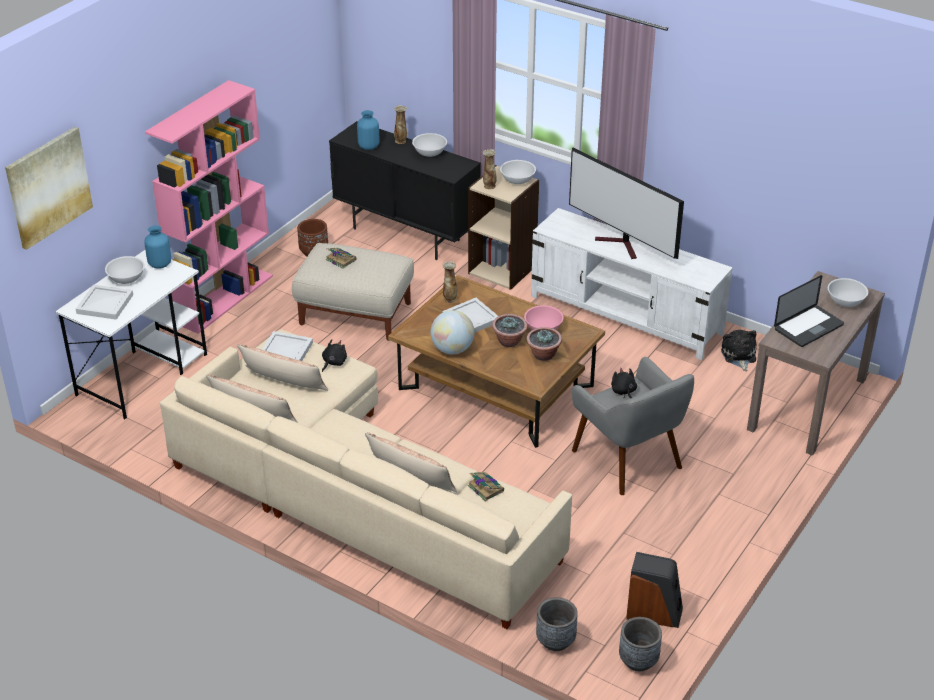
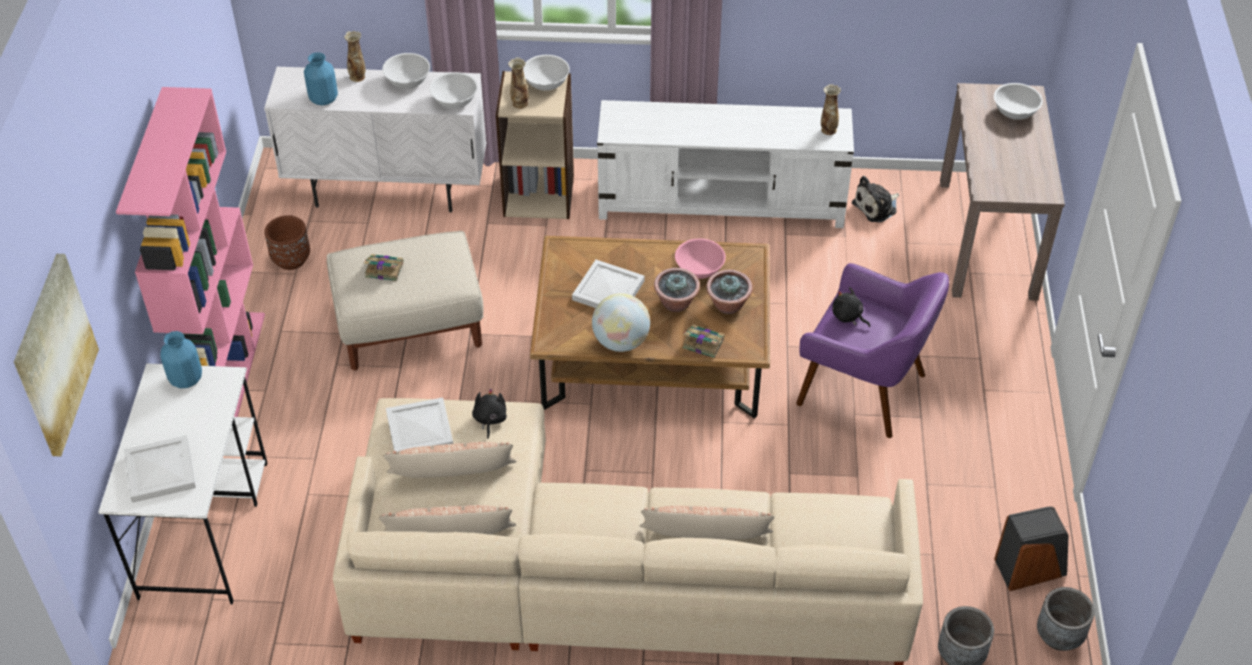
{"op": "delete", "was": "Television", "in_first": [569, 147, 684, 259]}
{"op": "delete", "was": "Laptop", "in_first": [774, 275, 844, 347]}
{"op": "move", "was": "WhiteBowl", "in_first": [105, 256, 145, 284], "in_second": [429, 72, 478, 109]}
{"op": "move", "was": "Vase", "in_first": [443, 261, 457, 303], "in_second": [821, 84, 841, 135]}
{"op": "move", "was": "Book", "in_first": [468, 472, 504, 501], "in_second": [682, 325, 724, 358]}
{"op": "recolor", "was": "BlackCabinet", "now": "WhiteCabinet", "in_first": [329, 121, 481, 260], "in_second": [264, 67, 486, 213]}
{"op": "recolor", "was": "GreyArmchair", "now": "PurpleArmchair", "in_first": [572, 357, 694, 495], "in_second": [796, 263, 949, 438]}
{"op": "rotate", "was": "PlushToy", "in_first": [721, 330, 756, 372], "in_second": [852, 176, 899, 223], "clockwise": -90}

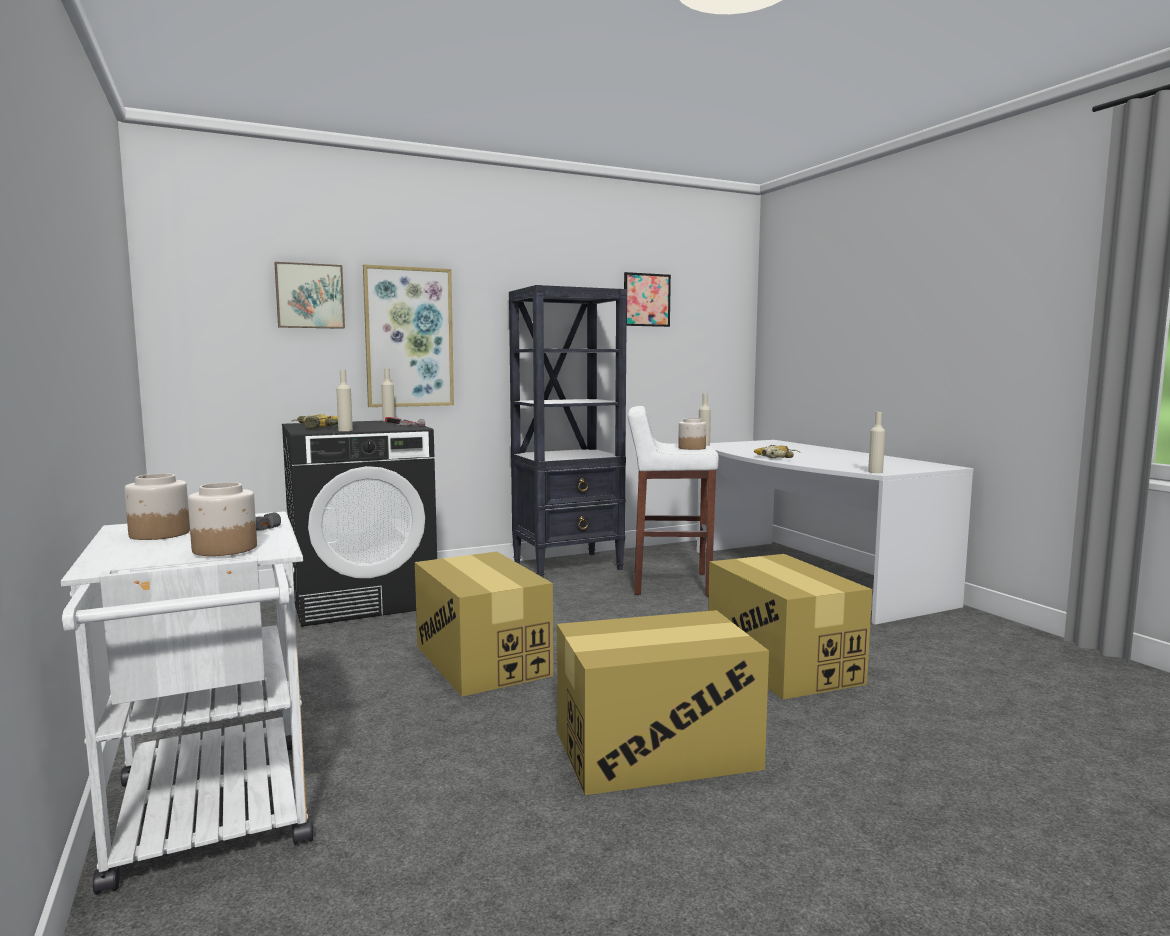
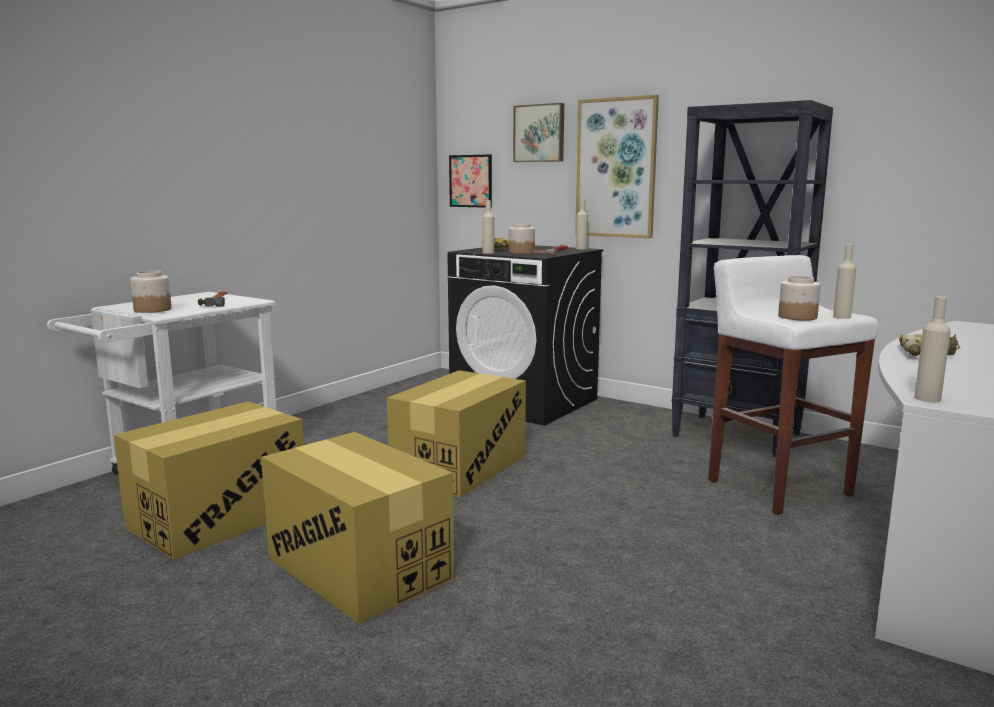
{"op": "move", "was": "Jar", "in_first": [124, 473, 190, 540], "in_second": [509, 223, 535, 254]}
{"op": "move", "was": "Picture", "in_first": [624, 272, 671, 327], "in_second": [449, 155, 492, 208]}
{"op": "move", "was": "CardboardBox", "in_first": [708, 554, 872, 699], "in_second": [114, 401, 303, 560]}

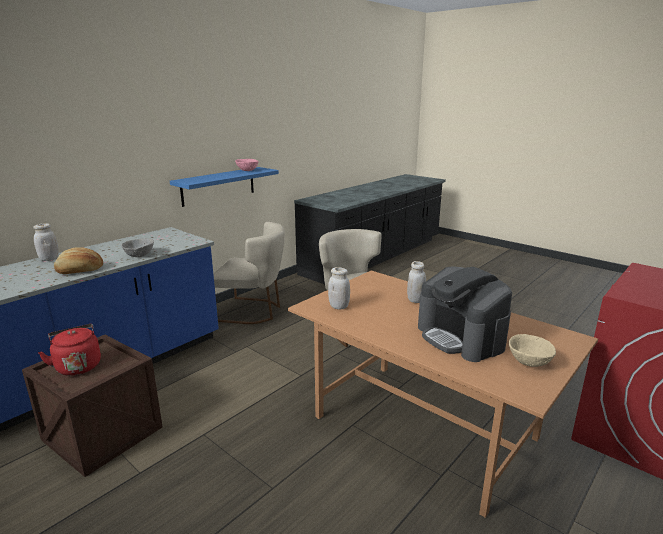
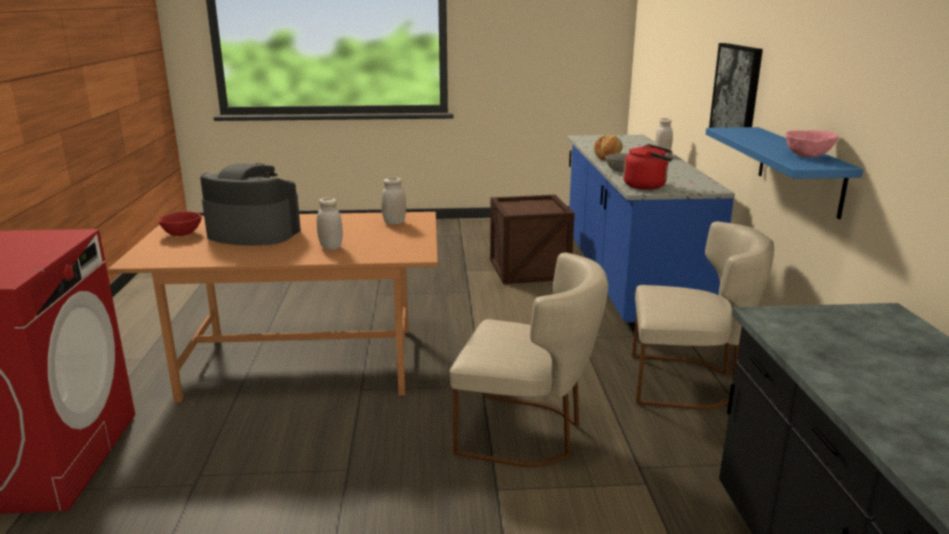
{"op": "insert", "now": "Picture", "in_second": [709, 43, 763, 128]}
{"op": "move", "was": "RedKettle", "in_first": [38, 324, 101, 376], "in_second": [623, 144, 673, 190]}
{"op": "recolor", "was": "BeigeBowl", "now": "RedBowl", "in_first": [509, 334, 556, 367], "in_second": [158, 211, 202, 236]}
{"op": "rotate", "was": "BeigeChair", "in_first": [213, 222, 285, 324], "in_second": [632, 221, 774, 409], "clockwise": -135}

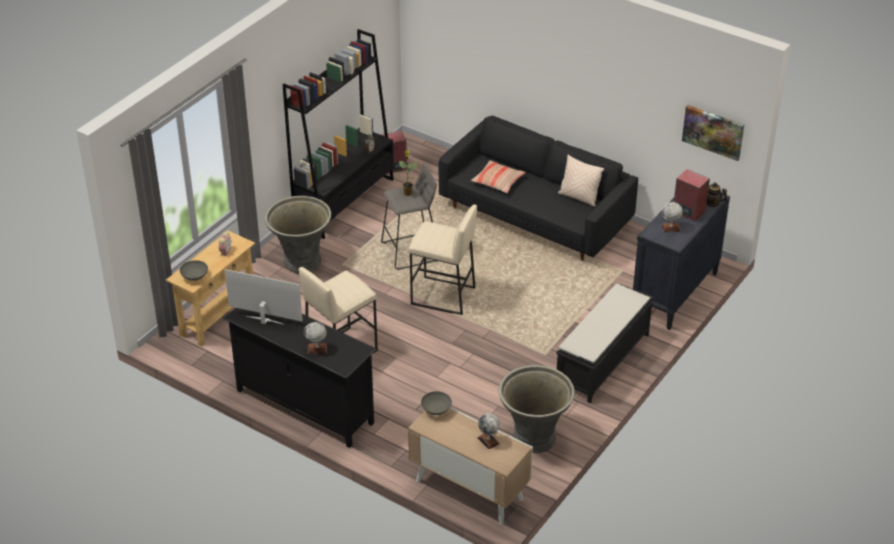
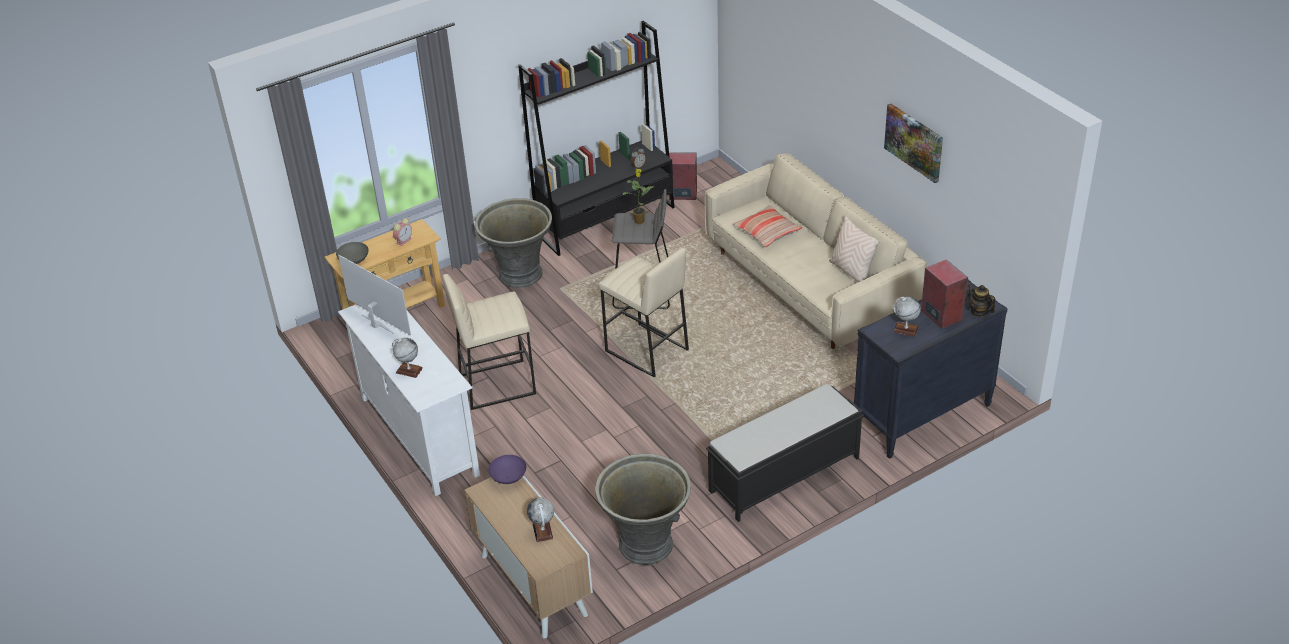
{"op": "move", "was": "Picture", "in_first": [682, 105, 744, 161], "in_second": [884, 104, 943, 183]}
{"op": "recolor", "was": "BlackTvStand", "now": "WhiteTvStand", "in_first": [223, 308, 377, 448], "in_second": [338, 304, 480, 496]}
{"op": "recolor", "was": "GreyBowl", "now": "PurpleBowl", "in_first": [421, 391, 452, 415], "in_second": [488, 455, 526, 484]}
{"op": "recolor", "was": "BlackSofa", "now": "BeigeSofa", "in_first": [439, 116, 638, 261], "in_second": [705, 153, 928, 349]}

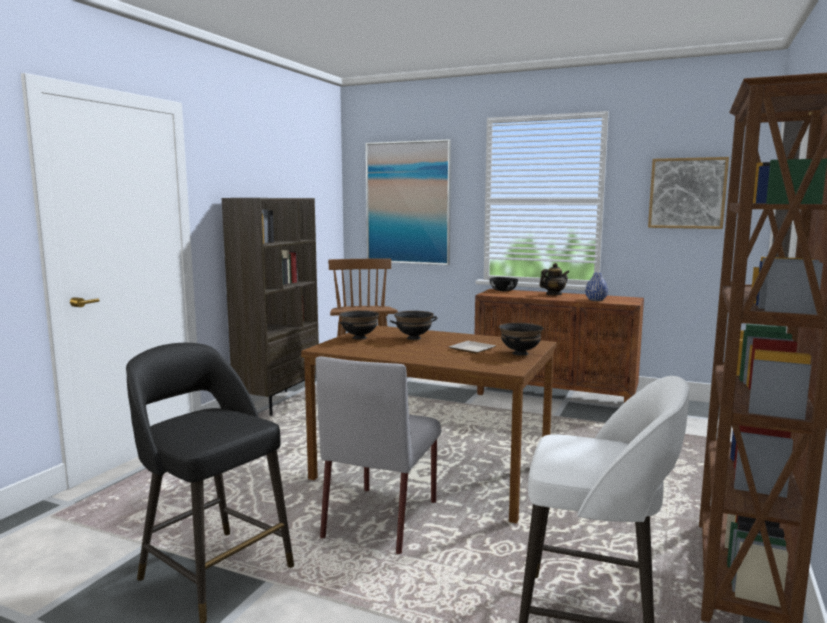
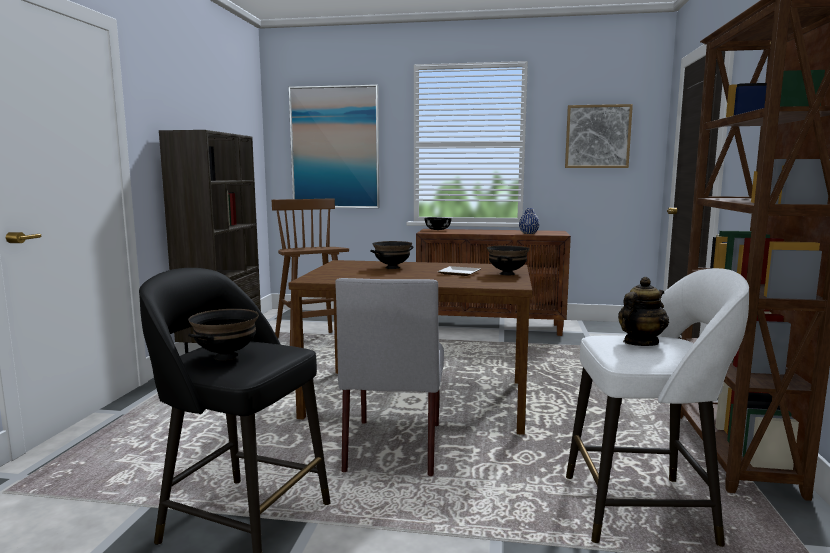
{"op": "move", "was": "BlackBowl", "in_first": [339, 310, 379, 340], "in_second": [188, 309, 259, 360]}
{"op": "move", "was": "Teapot", "in_first": [539, 263, 569, 295], "in_second": [618, 277, 669, 346]}

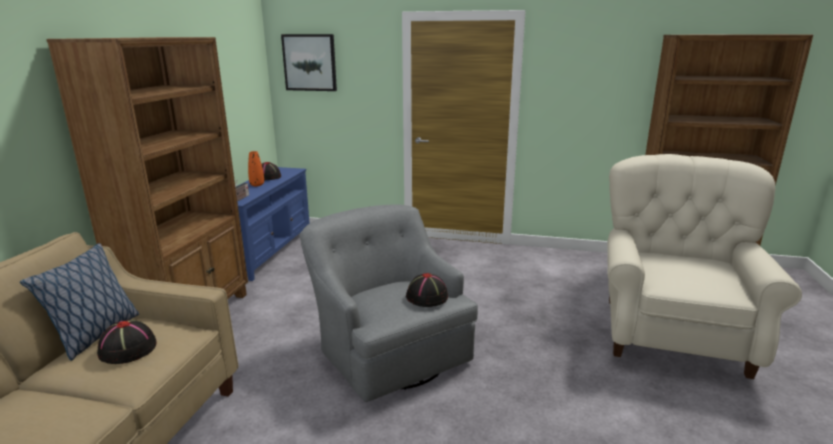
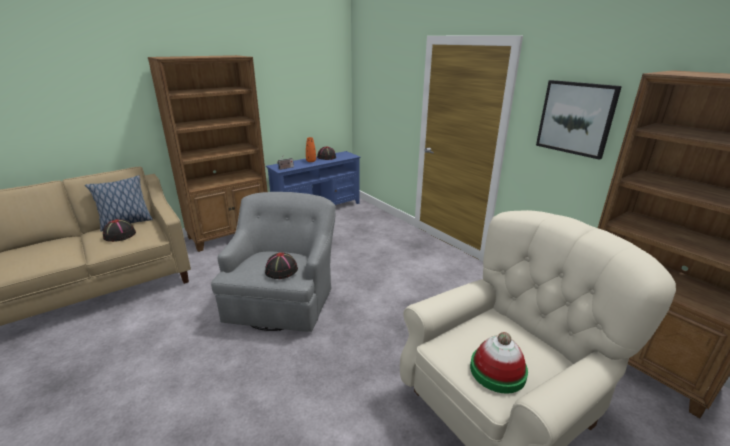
{"op": "insert", "now": "Hat", "in_second": [470, 332, 528, 394]}
{"op": "move", "was": "Picture", "in_first": [281, 34, 337, 91], "in_second": [536, 80, 622, 160]}

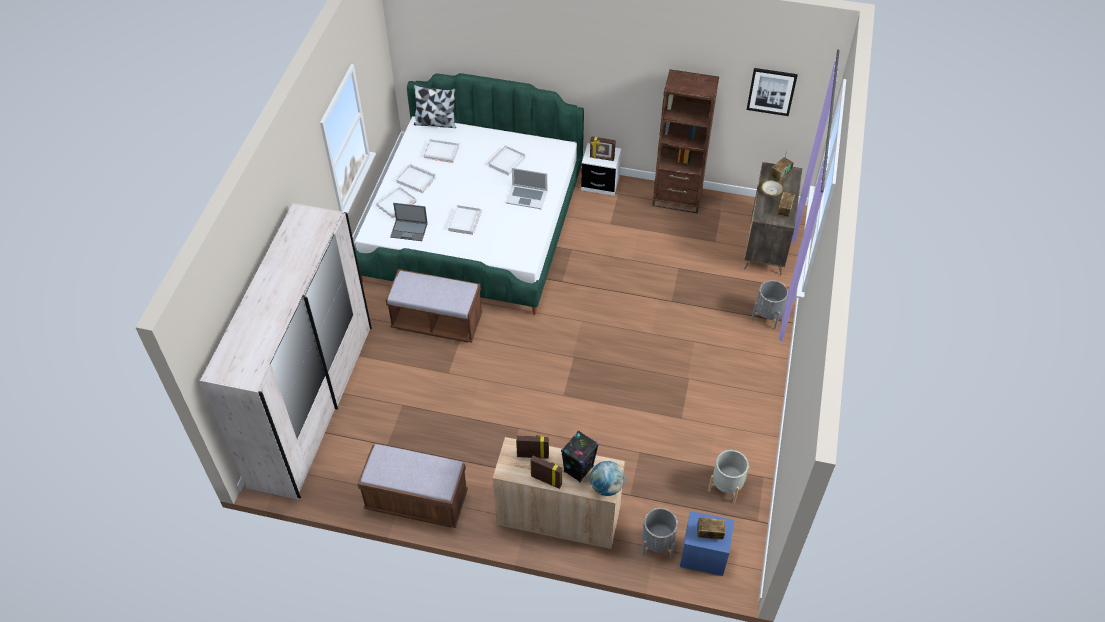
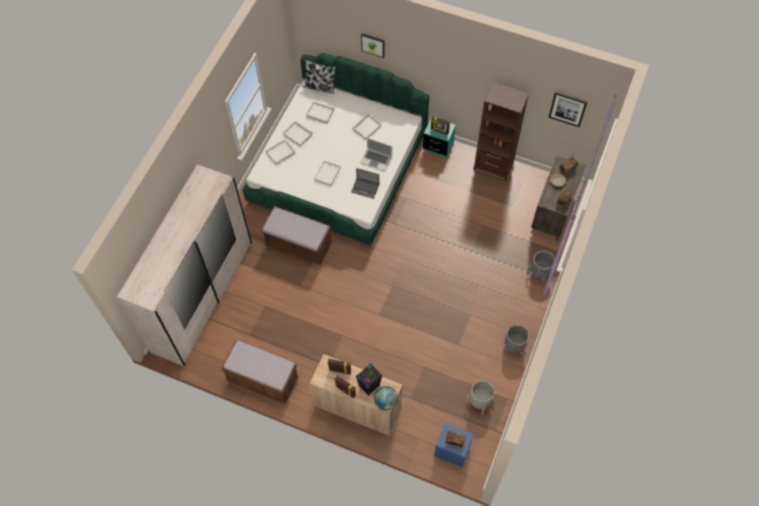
{"op": "insert", "now": "Picture", "in_second": [361, 33, 385, 58]}
{"op": "move", "was": "Laptop", "in_first": [390, 203, 428, 241], "in_second": [351, 168, 379, 199]}
{"op": "move", "was": "GreyPlanter", "in_first": [642, 508, 678, 559], "in_second": [503, 325, 529, 358]}
{"op": "recolor", "was": "WhiteNightstand", "now": "TurquoiseNightstand", "in_first": [581, 143, 621, 196], "in_second": [423, 117, 456, 158]}

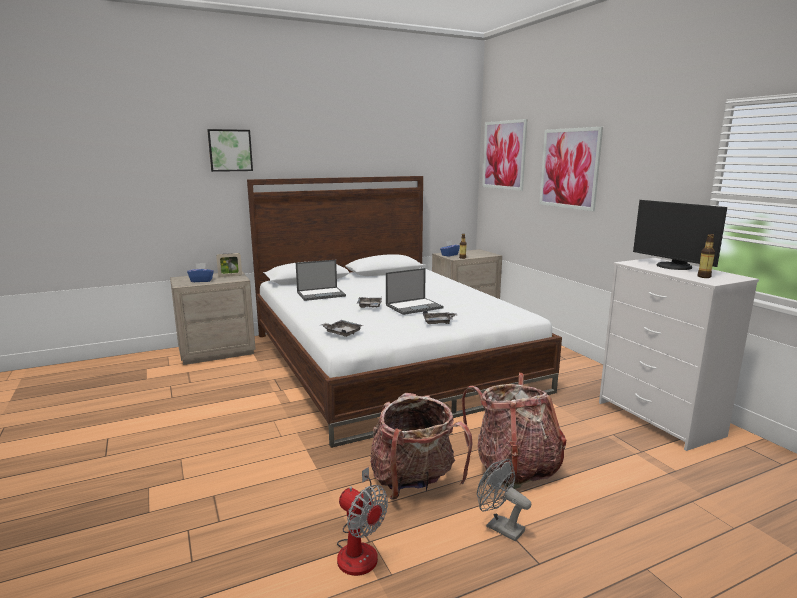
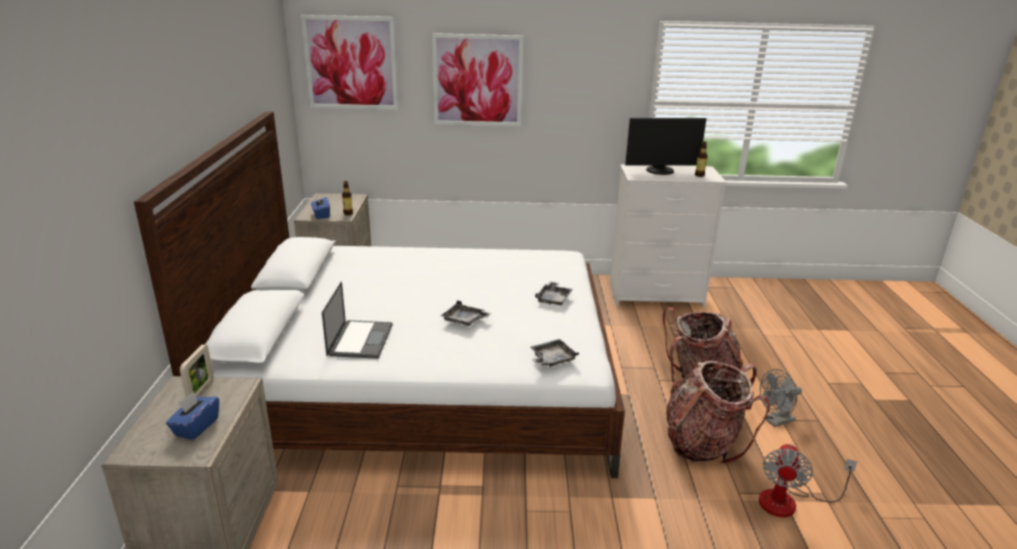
{"op": "delete", "was": "Picture", "in_first": [207, 129, 253, 172]}
{"op": "delete", "was": "Laptop", "in_first": [386, 268, 443, 315]}
{"op": "rotate", "was": "Fan", "in_first": [337, 467, 388, 576], "in_second": [759, 444, 857, 517], "clockwise": 135}

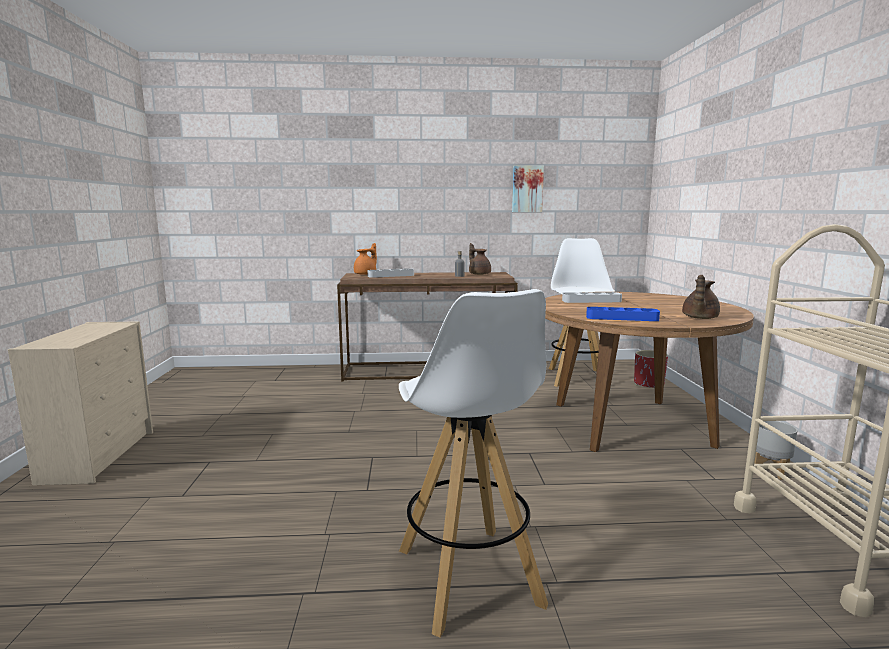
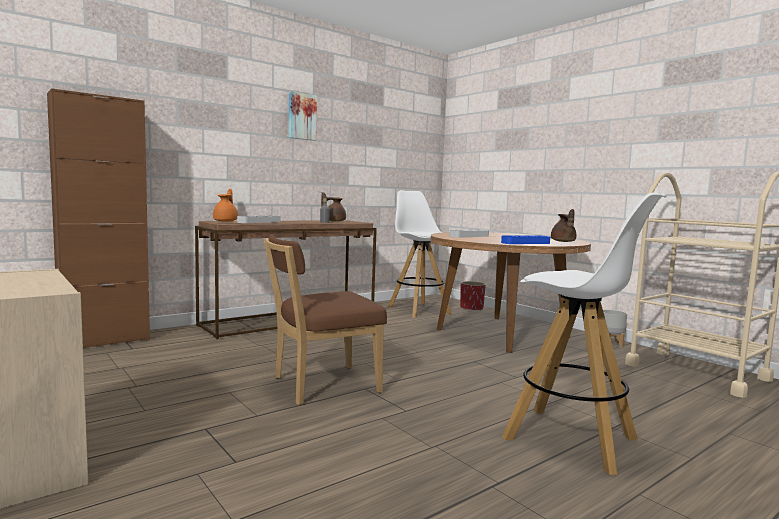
{"op": "insert", "now": "BrownCabinet", "in_second": [47, 88, 150, 348]}
{"op": "insert", "now": "BrownChair", "in_second": [264, 234, 387, 405]}
{"op": "move", "was": "Picture", "in_first": [512, 165, 544, 212], "in_second": [288, 91, 317, 141]}

